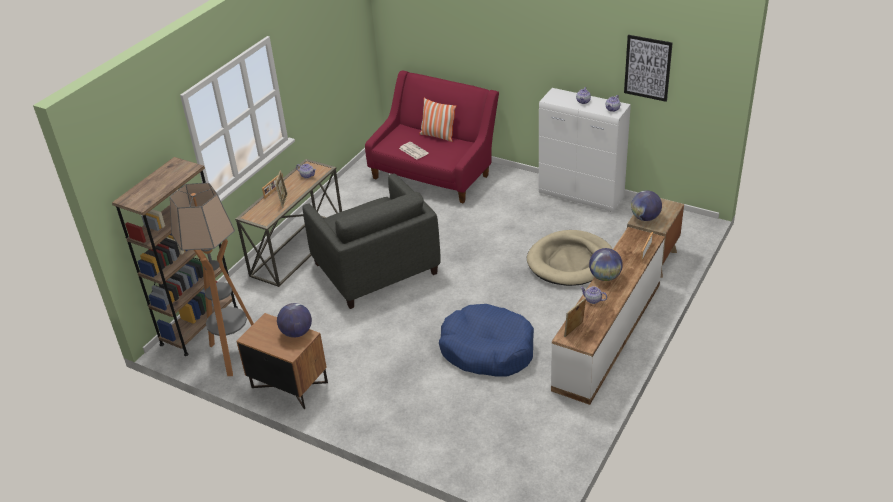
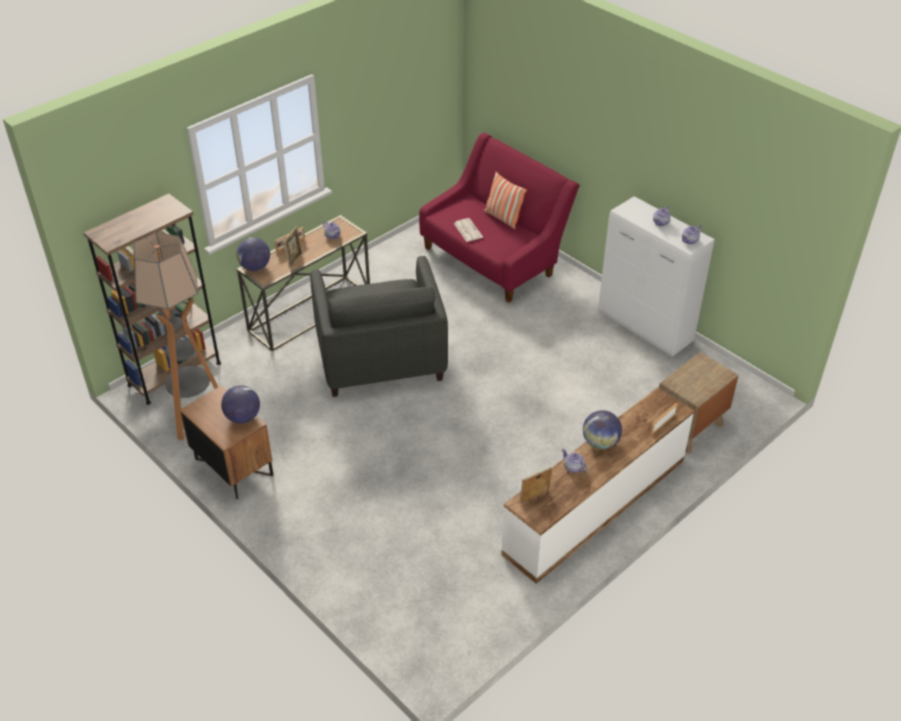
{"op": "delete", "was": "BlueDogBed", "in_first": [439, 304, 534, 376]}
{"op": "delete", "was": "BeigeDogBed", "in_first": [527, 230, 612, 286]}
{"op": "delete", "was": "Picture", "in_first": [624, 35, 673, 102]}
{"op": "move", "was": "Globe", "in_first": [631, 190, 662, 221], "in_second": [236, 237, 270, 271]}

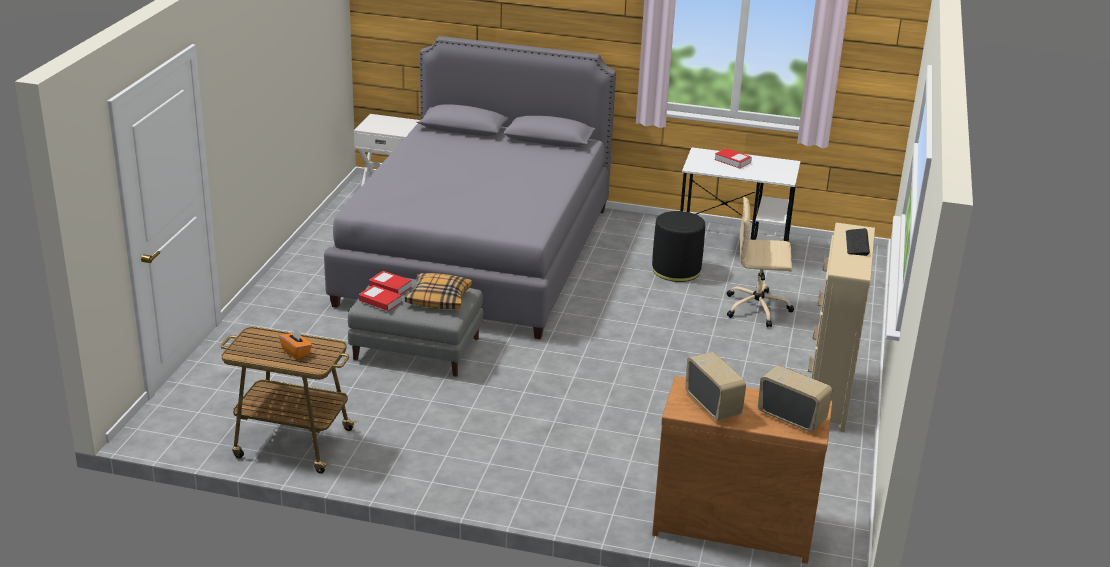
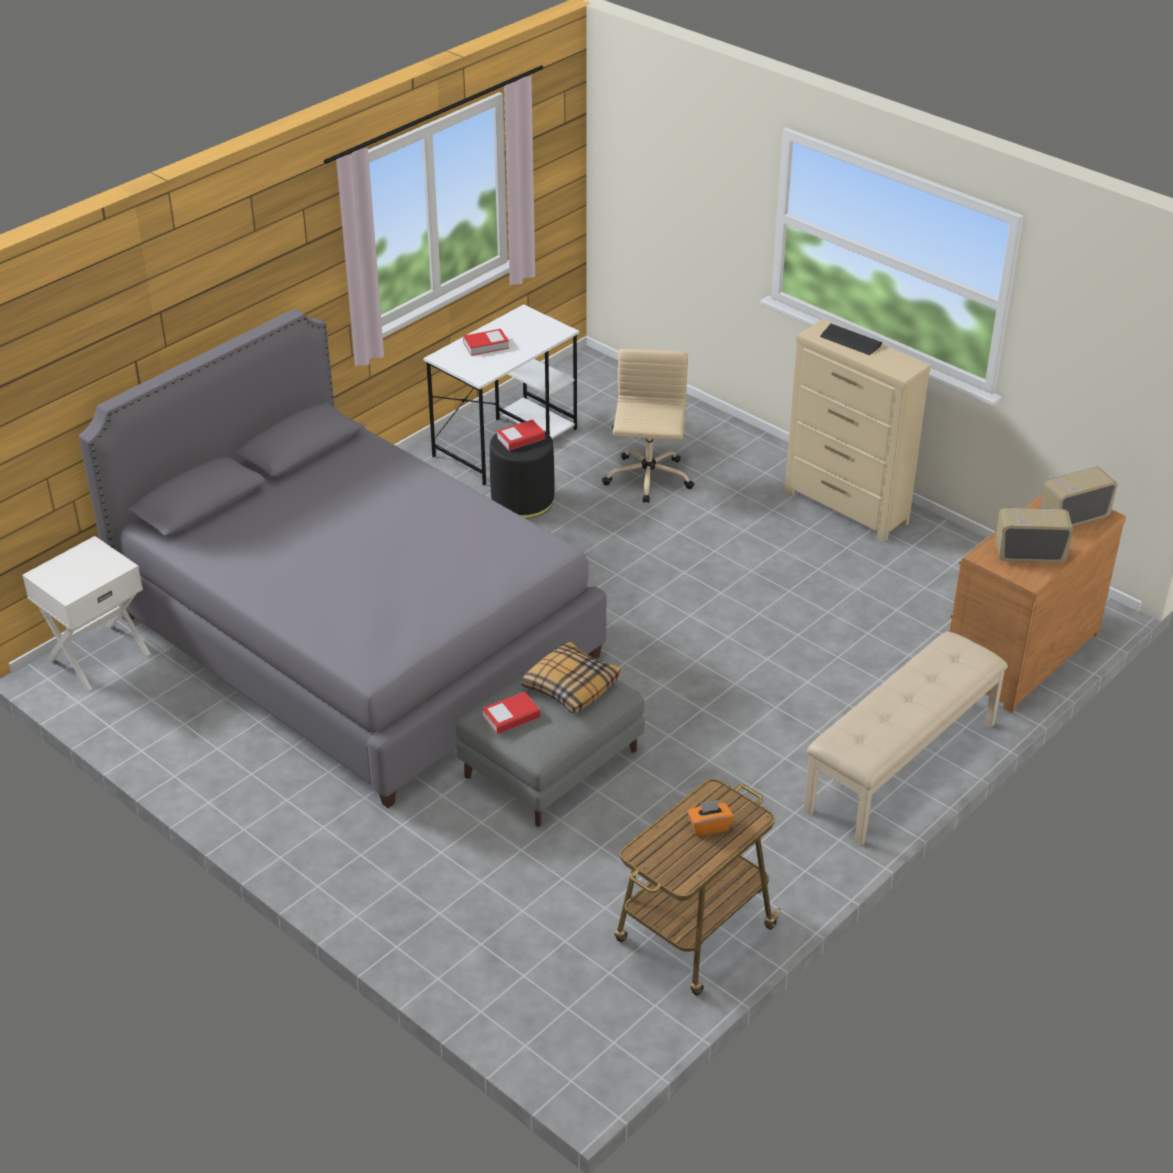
{"op": "insert", "now": "BeigeBench", "in_second": [804, 632, 1008, 846]}
{"op": "move", "was": "Book", "in_first": [359, 285, 402, 311], "in_second": [497, 419, 545, 450]}
{"op": "rotate", "was": "BeigeOfficeChair", "in_first": [727, 197, 794, 327], "in_second": [602, 349, 694, 503], "clockwise": 150}

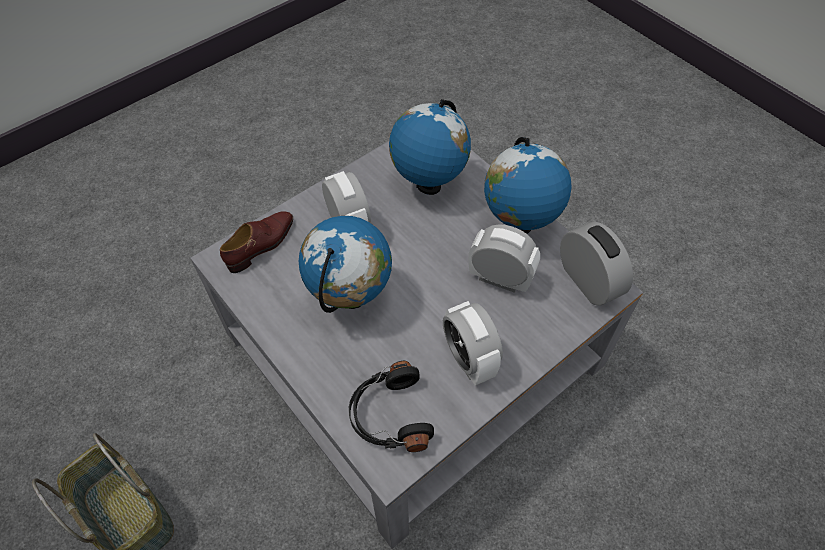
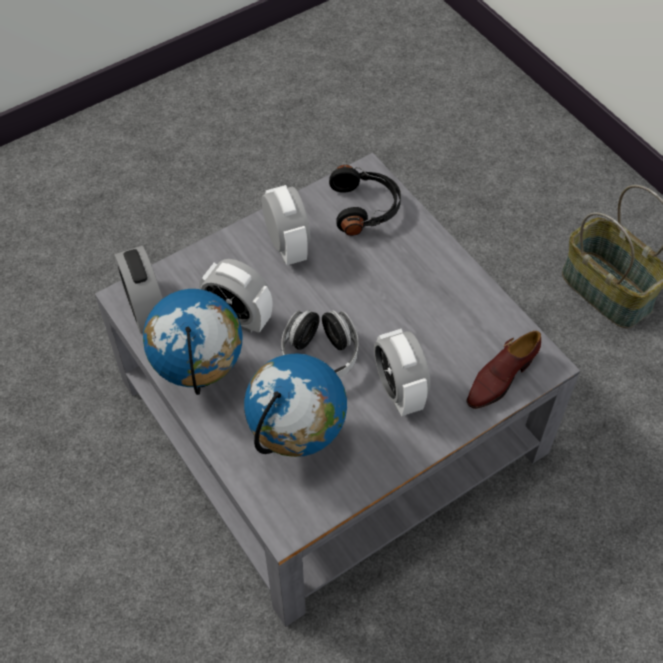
{"op": "delete", "was": "Globe", "in_first": [299, 216, 392, 313]}
{"op": "insert", "now": "Headphones", "in_second": [281, 310, 358, 378]}

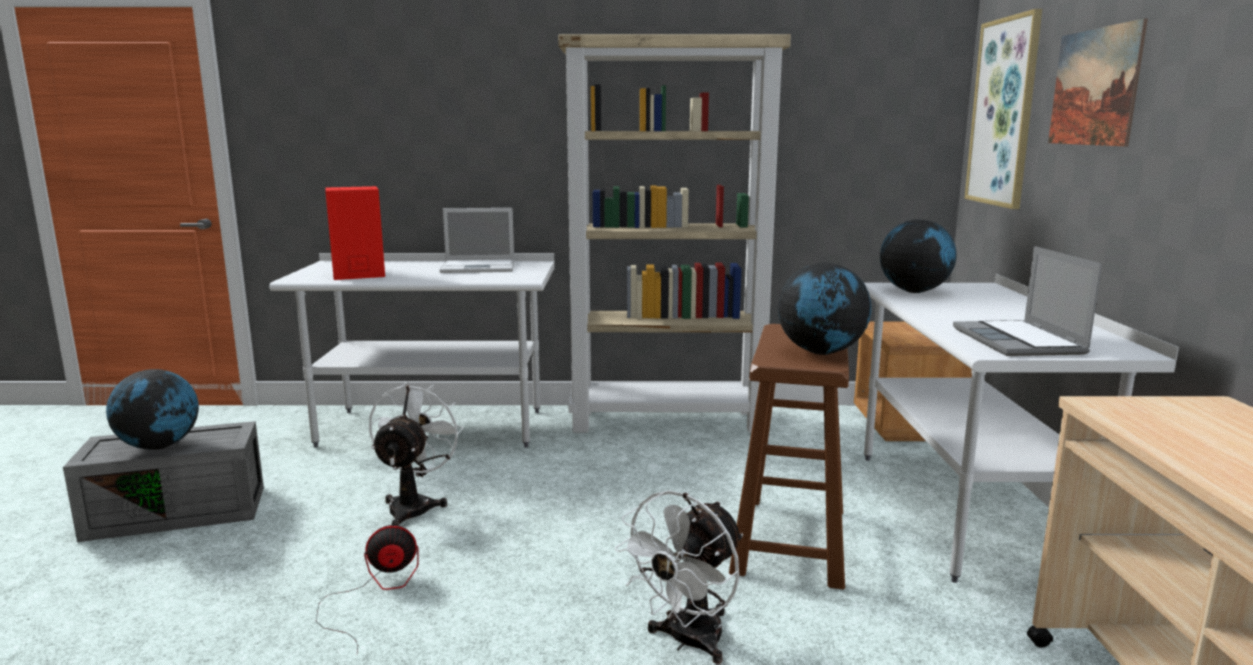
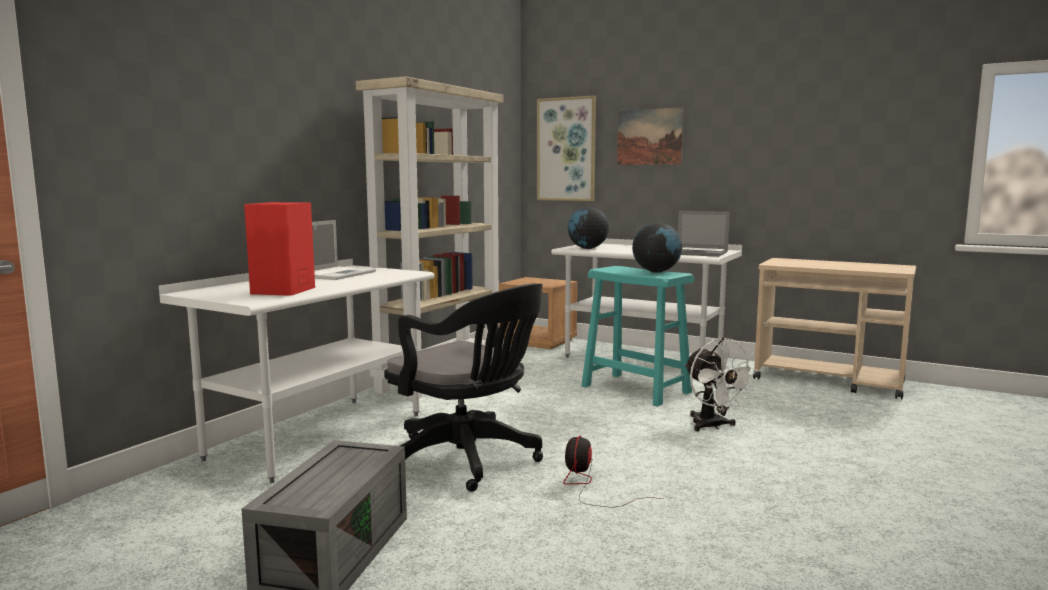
{"op": "delete", "was": "Globe", "in_first": [106, 369, 199, 450]}
{"op": "replace", "was": "WhiteFan", "now": "BlackOfficeChair", "in_first": [369, 382, 464, 526], "in_second": [384, 283, 543, 492]}
{"op": "recolor", "was": "BrownStool", "now": "TurquoiseStool", "in_first": [729, 324, 849, 590], "in_second": [581, 266, 694, 407]}

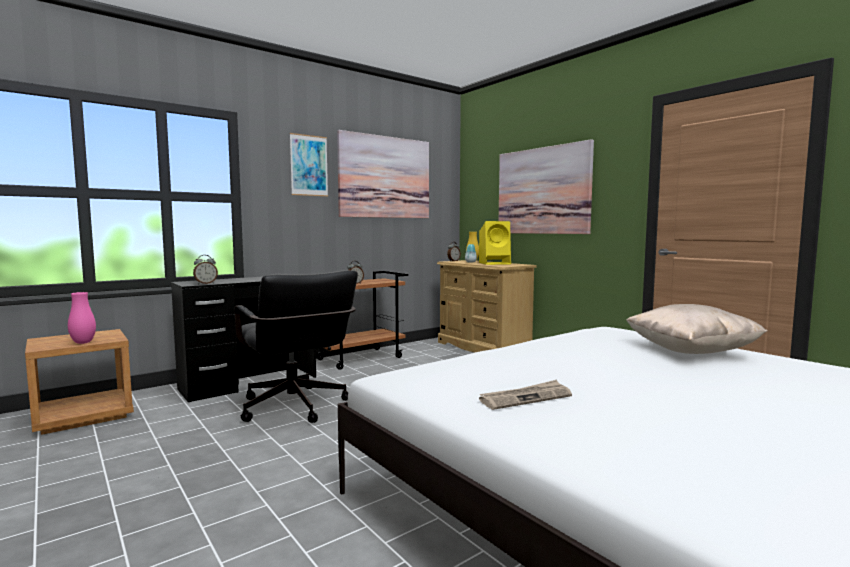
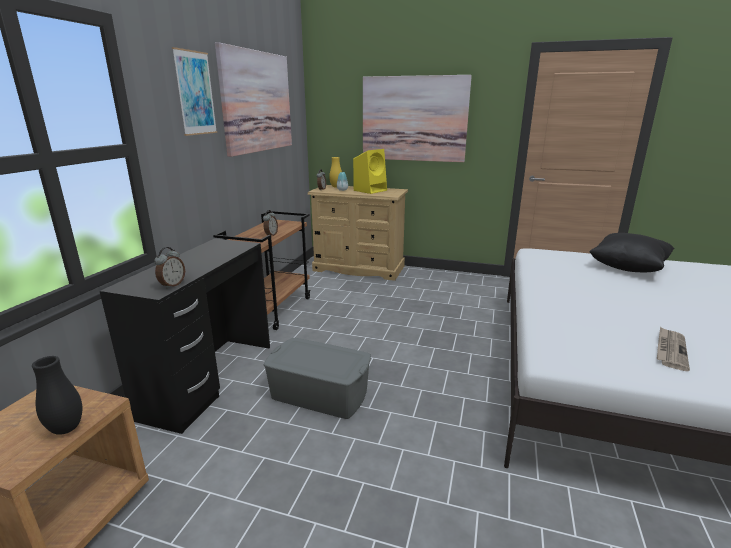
{"op": "replace", "was": "BlackOfficeChair", "now": "GreyStorageBox", "in_first": [235, 270, 358, 423], "in_second": [264, 338, 371, 419]}
{"op": "recolor", "was": "PinkVase", "now": "BlackVase", "in_first": [68, 292, 96, 344], "in_second": [32, 356, 82, 435]}
{"op": "recolor", "was": "BeigePillow", "now": "BlackPillow", "in_first": [626, 304, 768, 354], "in_second": [589, 233, 675, 272]}

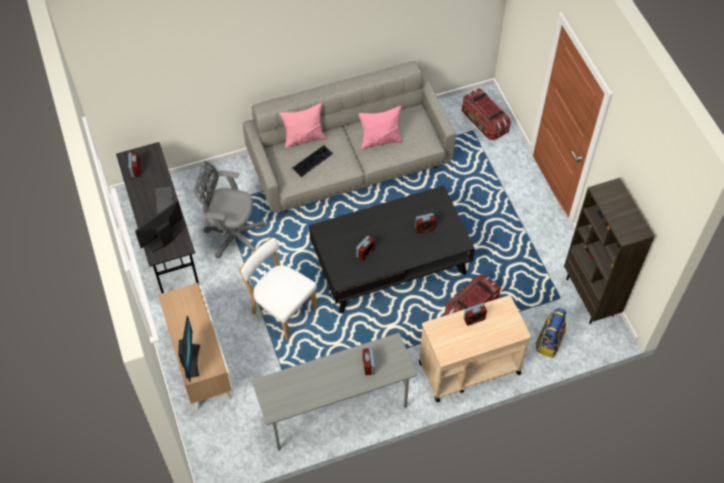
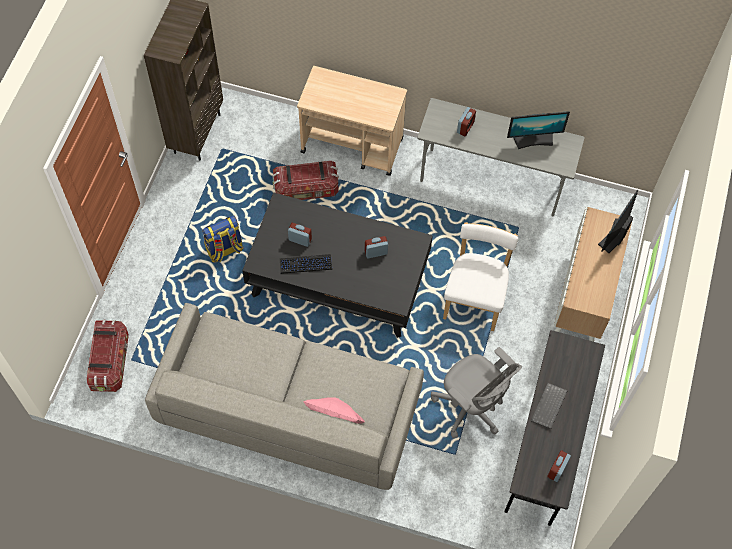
{"op": "delete", "was": "PinkPillow", "in_first": [358, 106, 403, 150]}
{"op": "delete", "was": "AlarmClock", "in_first": [463, 303, 487, 326]}
{"op": "move", "was": "Monitor", "in_first": [135, 200, 183, 252], "in_second": [507, 111, 570, 149]}
{"op": "move", "was": "Keyboard", "in_first": [292, 145, 333, 177], "in_second": [280, 254, 332, 274]}
{"op": "move", "was": "Backpack", "in_first": [536, 308, 566, 358], "in_second": [202, 216, 243, 262]}
{"op": "rotate", "was": "WhiteChair", "in_first": [239, 238, 317, 340], "in_second": [443, 222, 518, 331], "clockwise": -150}

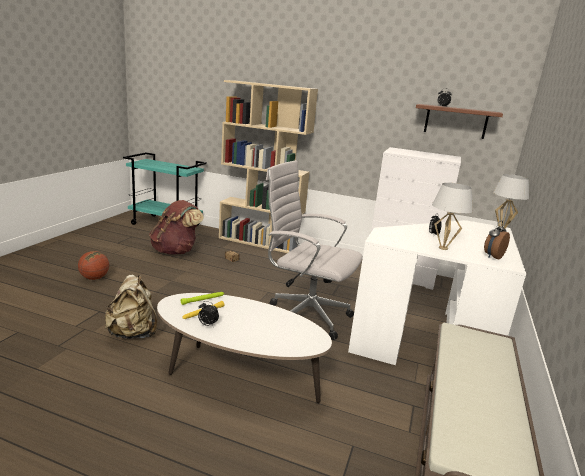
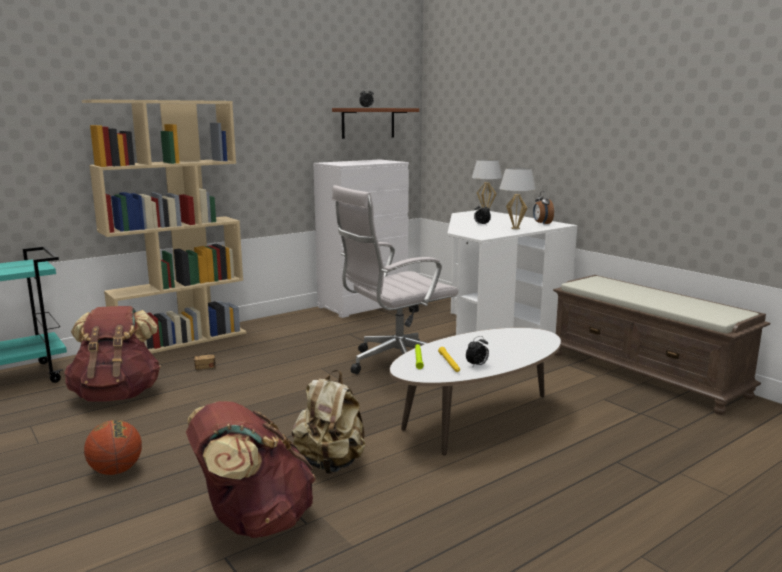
{"op": "insert", "now": "BrownBackpack", "in_second": [186, 401, 316, 538]}

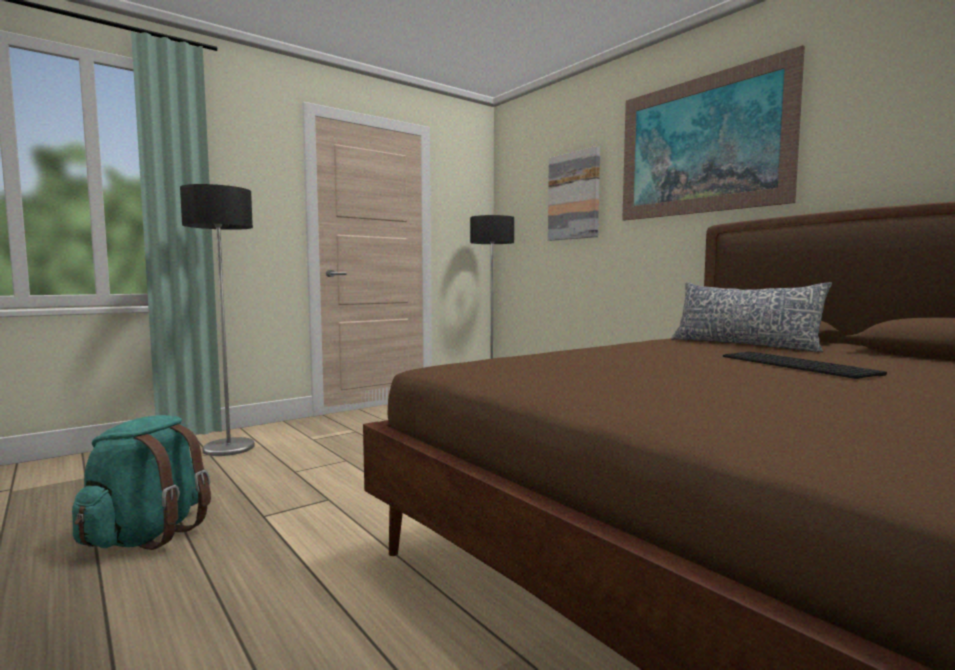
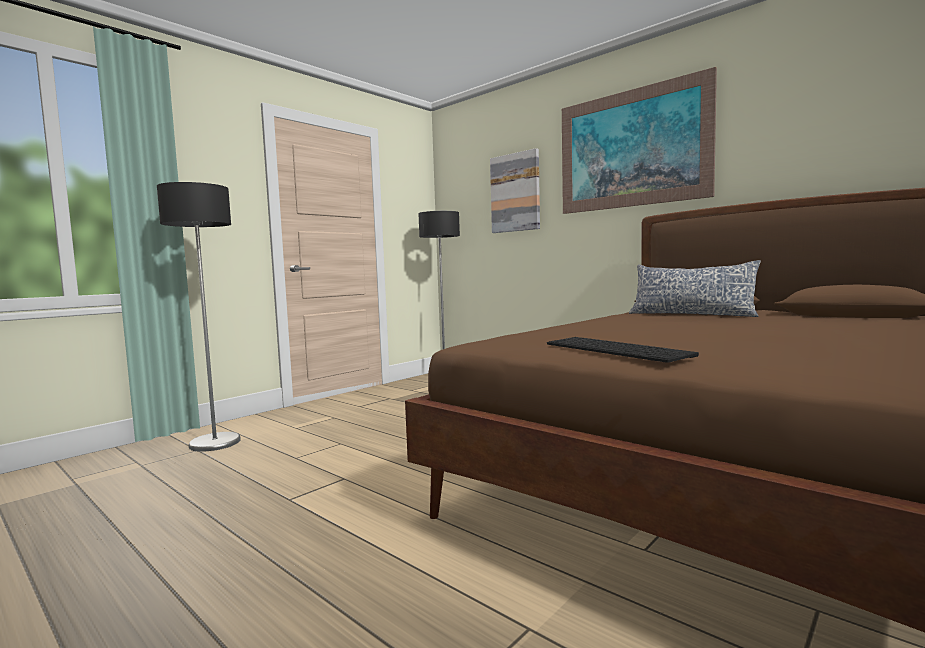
{"op": "delete", "was": "TurquoiseBackpack", "in_first": [72, 415, 211, 550]}
{"op": "move", "was": "Keyboard", "in_first": [723, 351, 887, 379], "in_second": [547, 337, 699, 363]}

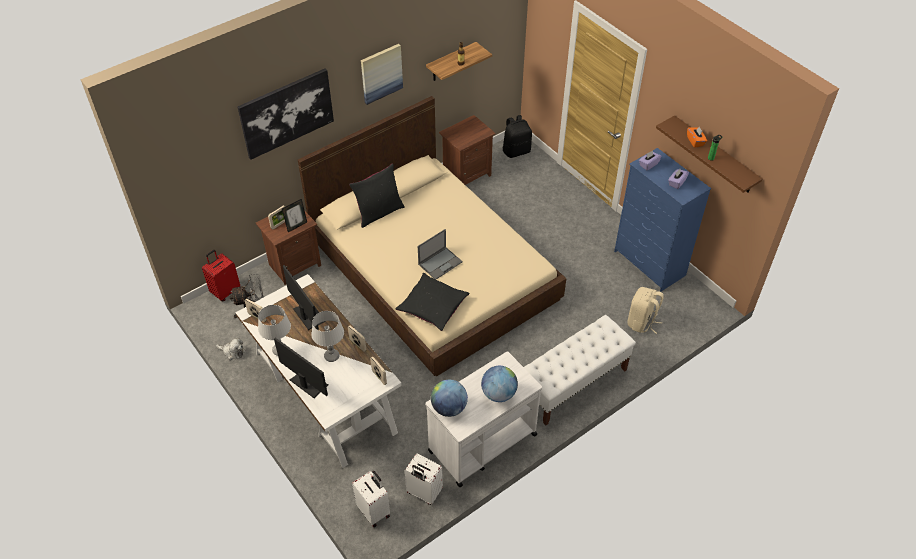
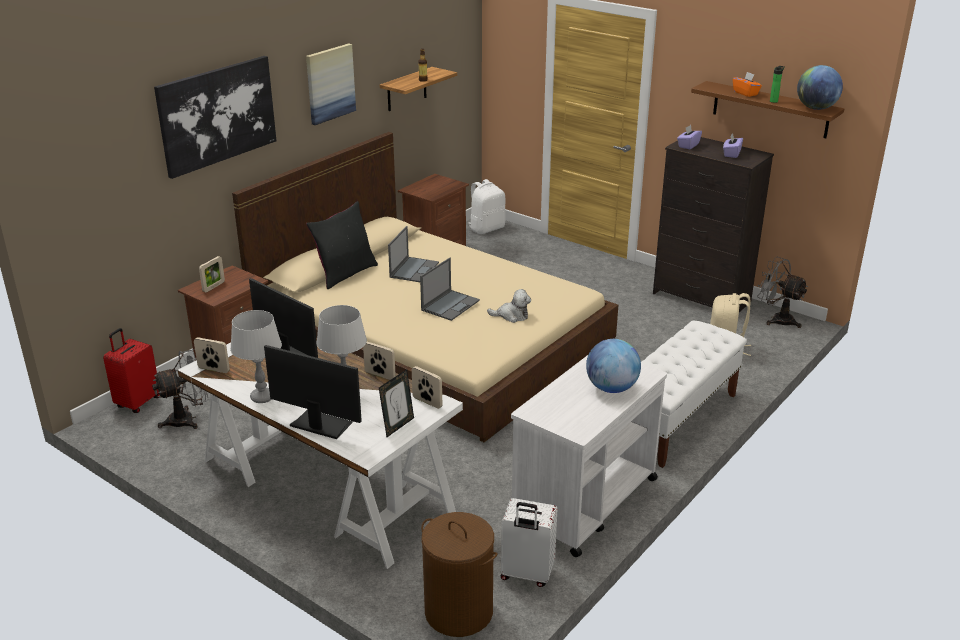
{"op": "delete", "was": "BlackPillow", "in_first": [395, 273, 469, 331]}
{"op": "insert", "now": "Laptop", "in_second": [388, 226, 439, 282]}
{"op": "insert", "now": "GreyFan", "in_second": [757, 256, 808, 328]}
{"op": "move", "was": "PlushToy", "in_first": [216, 338, 245, 360], "in_second": [487, 289, 531, 323]}
{"op": "move", "was": "PictureFrame", "in_first": [282, 199, 307, 232], "in_second": [379, 369, 414, 437]}
{"op": "move", "was": "Globe", "in_first": [431, 380, 468, 417], "in_second": [797, 65, 843, 110]}
{"op": "replace", "was": "WhiteSuitcase", "now": "BrownLaundryBasket", "in_first": [352, 471, 390, 527], "in_second": [421, 512, 498, 637]}
{"op": "recolor", "was": "BlackBackpack", "now": "WhiteBackpack", "in_first": [502, 115, 532, 158], "in_second": [469, 179, 505, 234]}
{"op": "recolor", "was": "BlueDresser", "now": "BlackDresser", "in_first": [614, 148, 711, 291], "in_second": [653, 137, 774, 312]}

